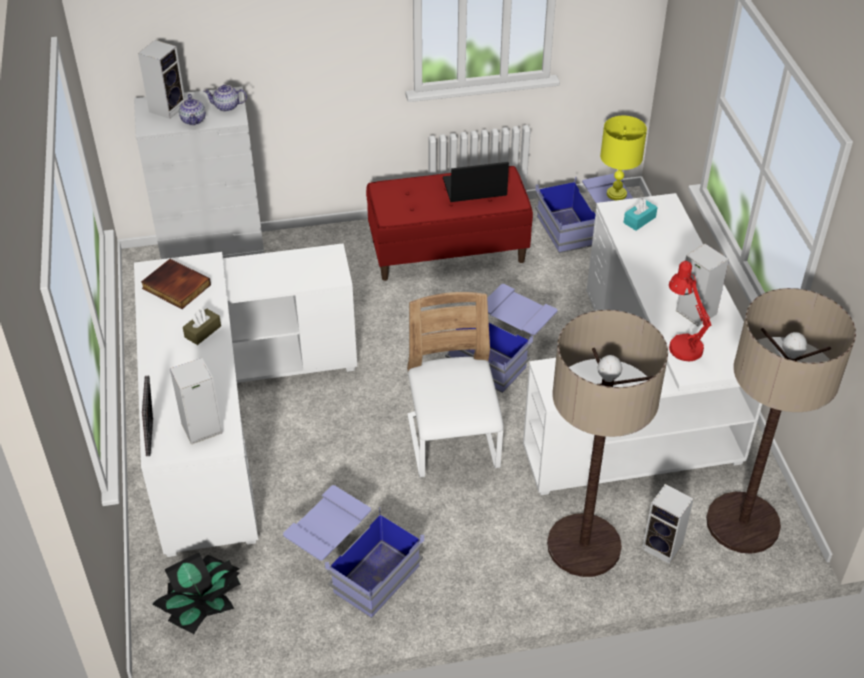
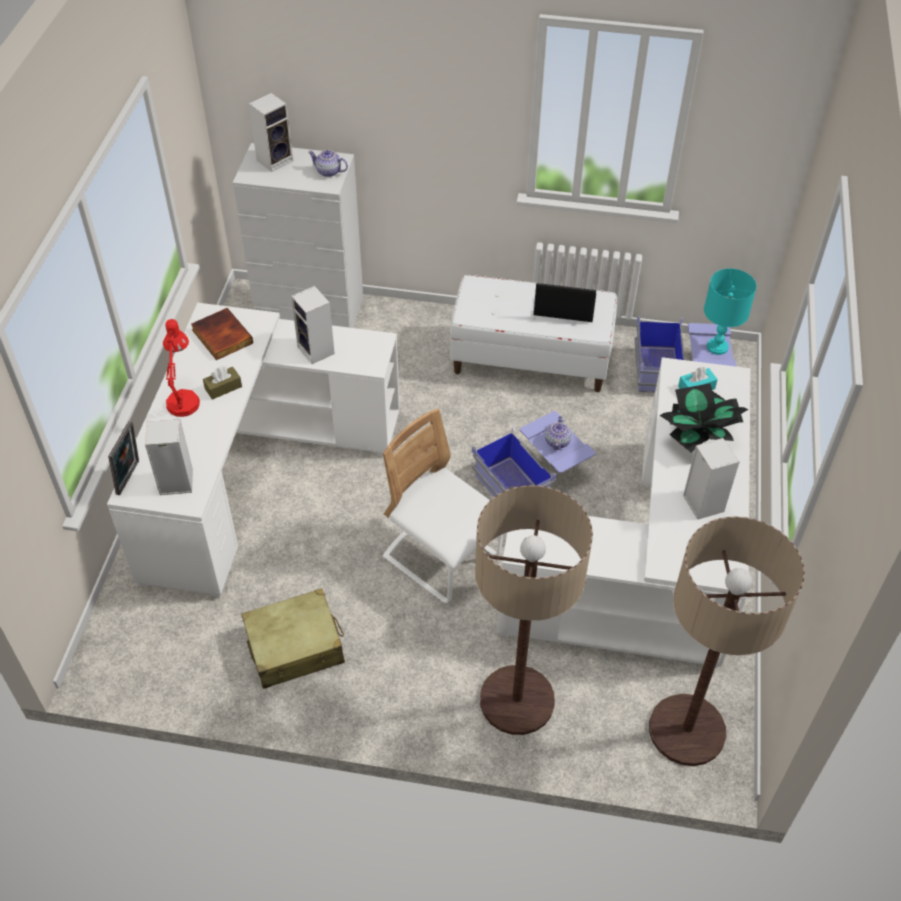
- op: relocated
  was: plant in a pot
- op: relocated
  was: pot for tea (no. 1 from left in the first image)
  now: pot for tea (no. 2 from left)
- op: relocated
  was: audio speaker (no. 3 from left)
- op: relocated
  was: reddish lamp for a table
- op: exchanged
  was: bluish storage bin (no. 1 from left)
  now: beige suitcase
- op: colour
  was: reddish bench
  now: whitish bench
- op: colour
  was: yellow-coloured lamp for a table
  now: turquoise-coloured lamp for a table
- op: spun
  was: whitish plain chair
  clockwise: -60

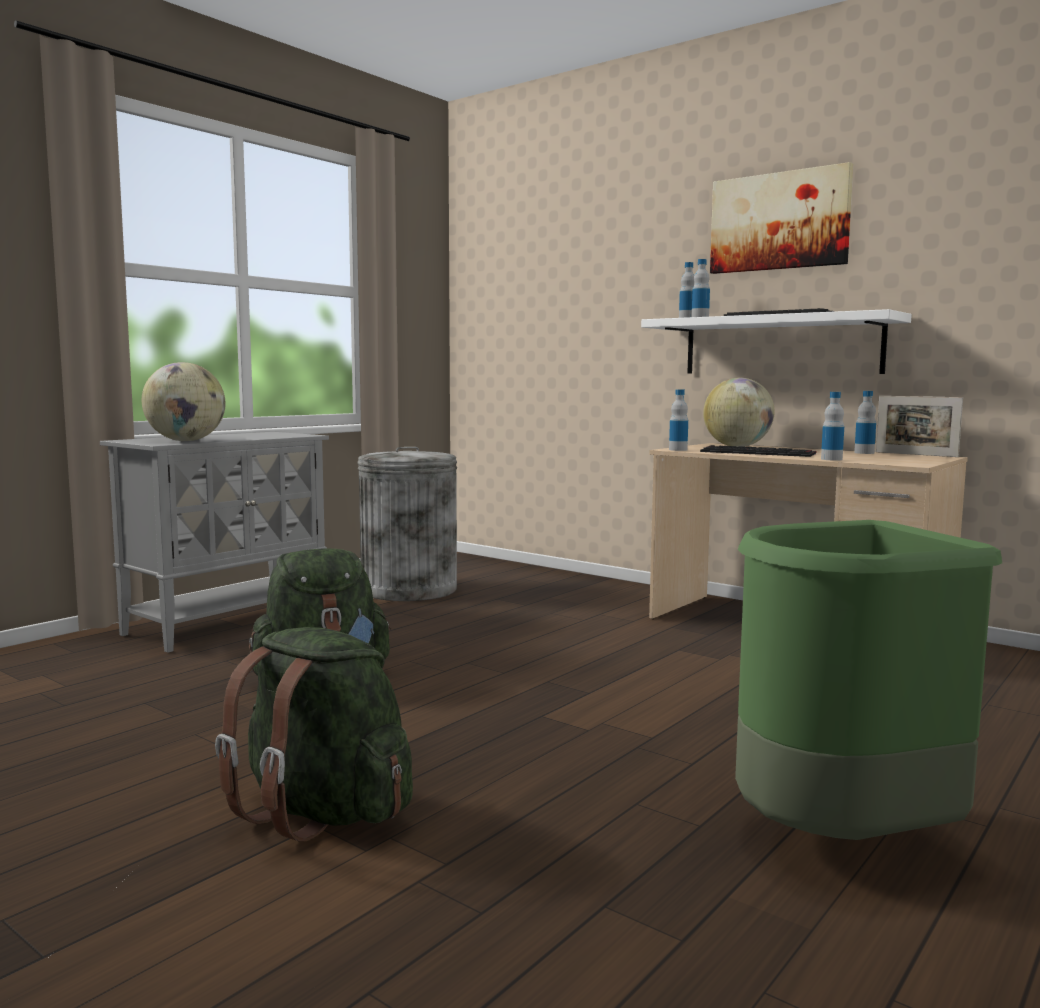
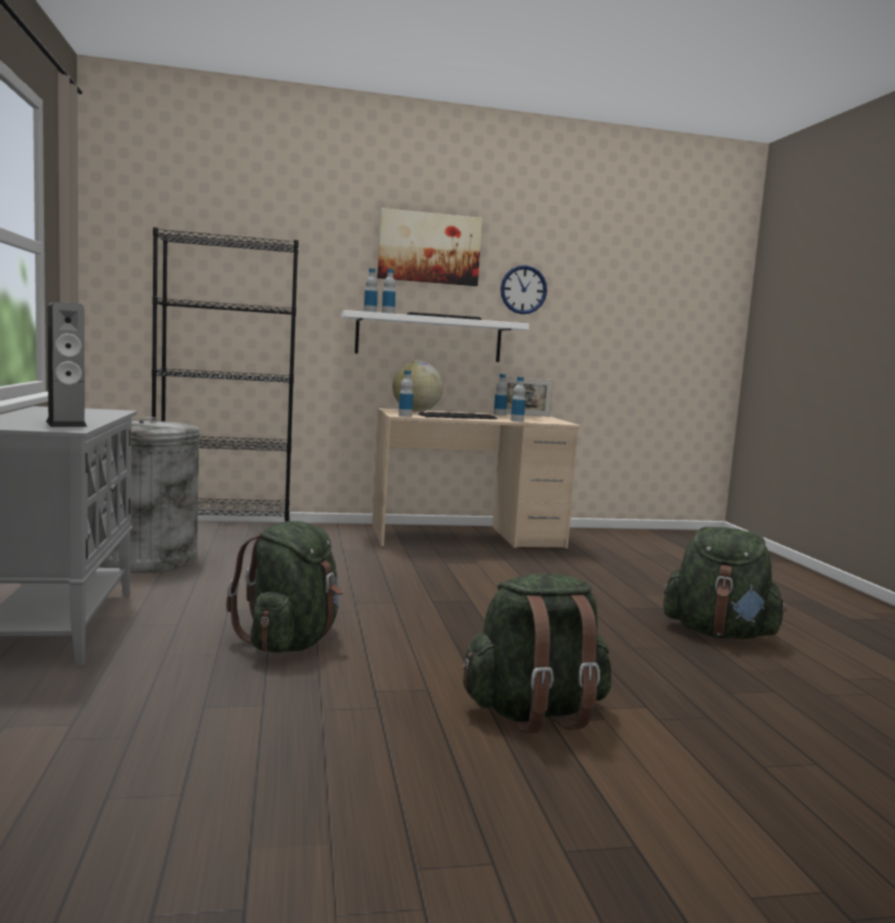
- op: appeared
  now: black bookshelf
- op: appeared
  now: hanging clock
- op: exchanged
  was: world globe (no. 1 from left)
  now: audio speaker
- op: exchanged
  was: green-coloured rubbish bin
  now: green-coloured rucksack (no. 3 from left)

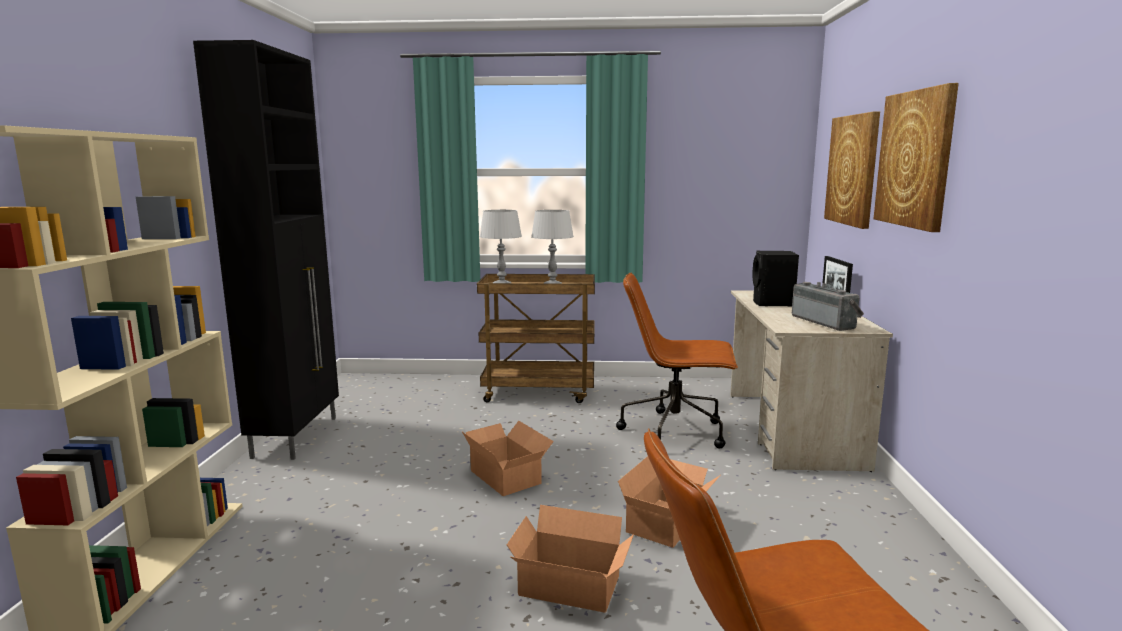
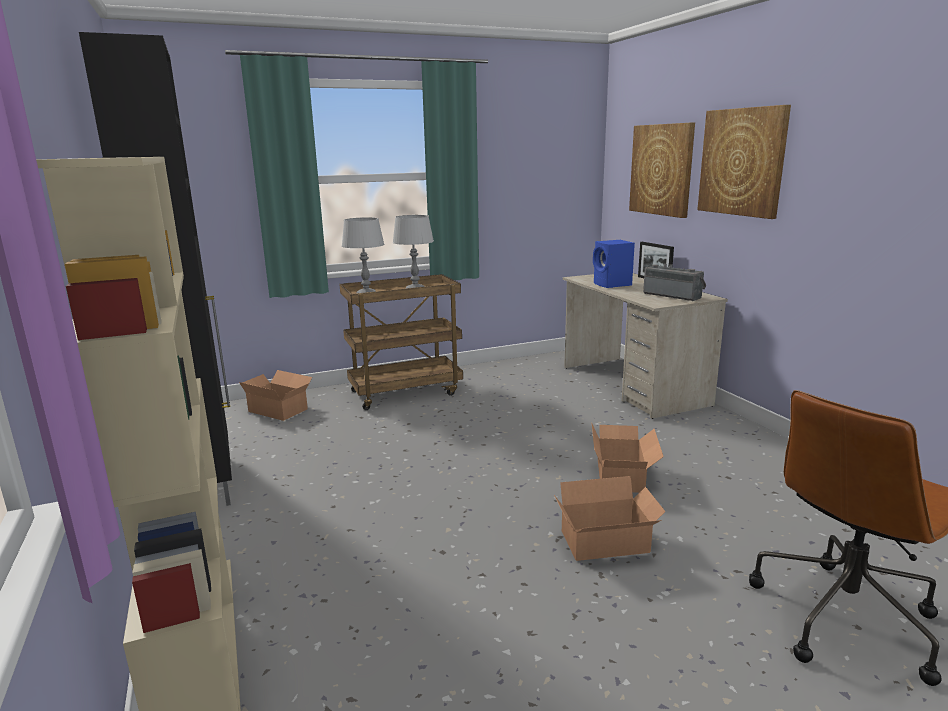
- op: missing
  was: brown-coloured desk chair (no. 1 from left)
- op: relocated
  was: cardboard box (no. 1 from left)
- op: colour
  was: black audio speaker
  now: bluish audio speaker

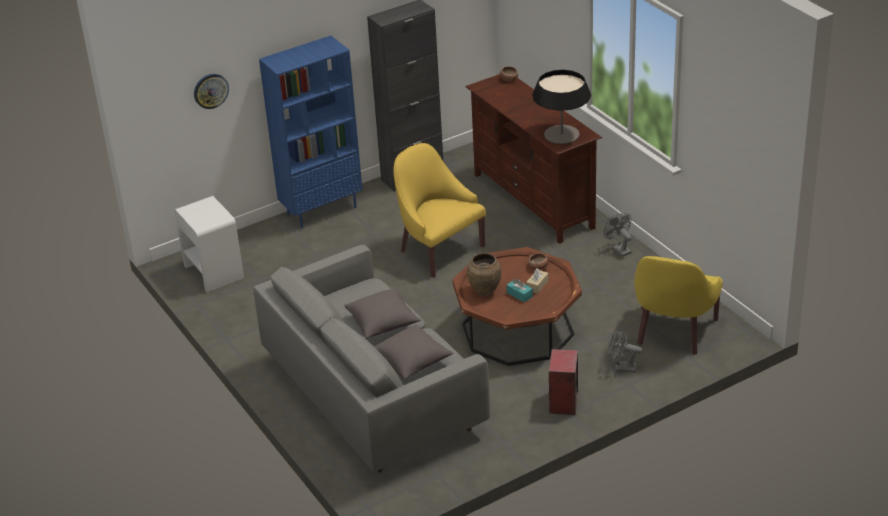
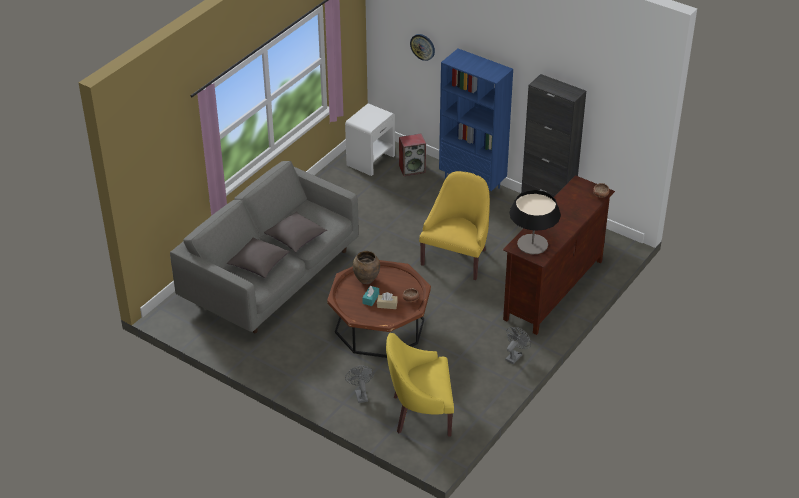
- op: relocated
  was: audio speaker

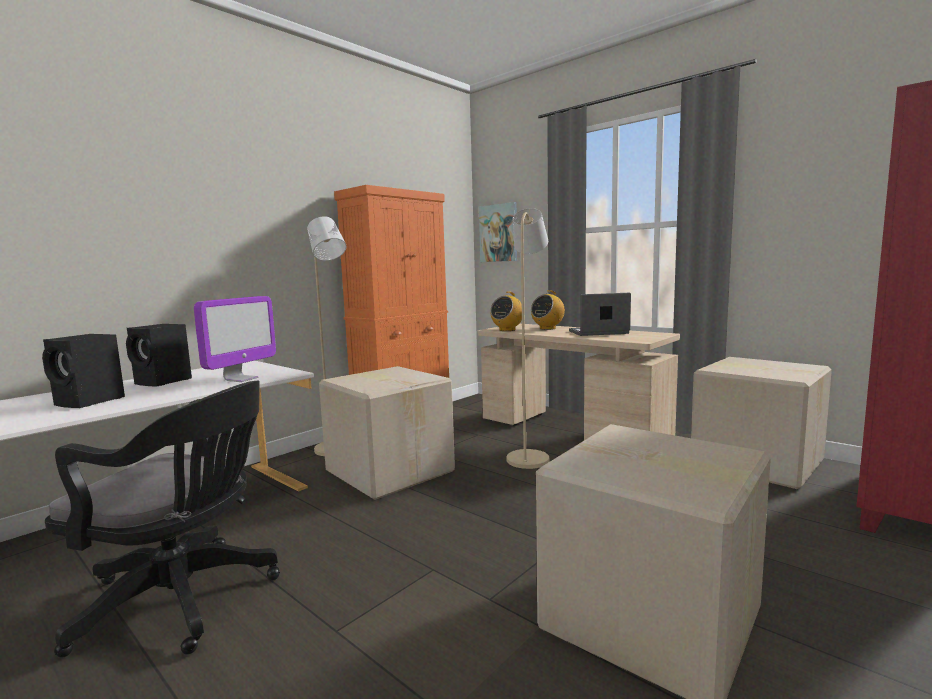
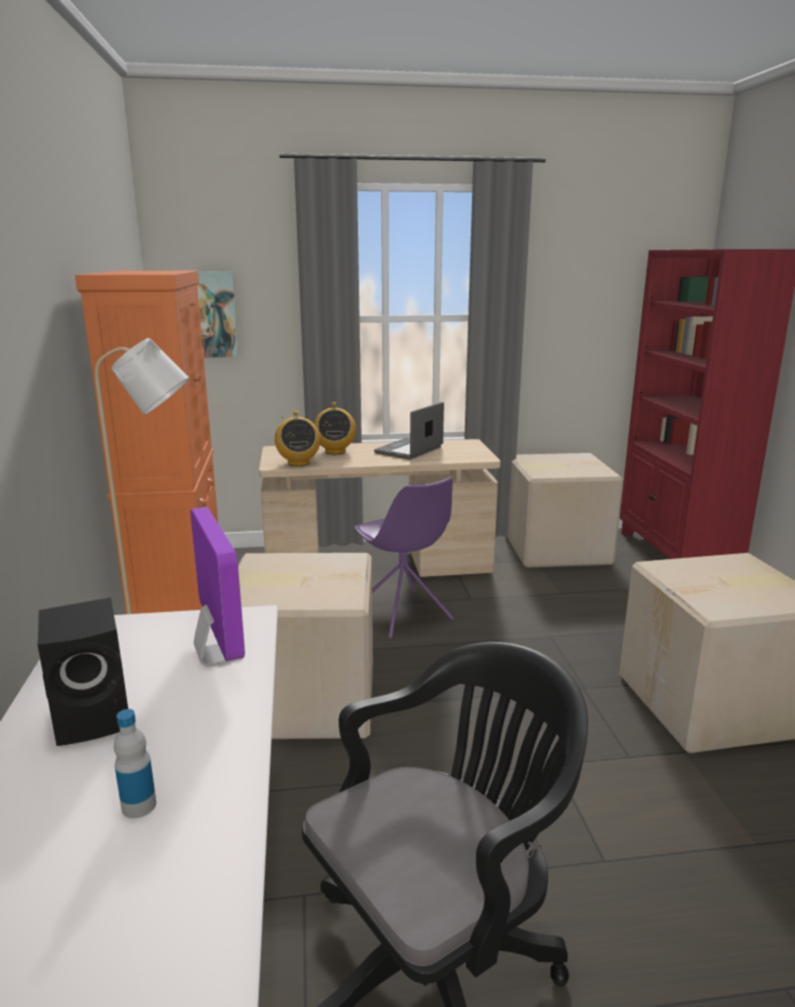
- op: exchanged
  was: black audio speaker (no. 1 from left)
  now: beverage bottle
- op: exchanged
  was: beige standing lamp (no. 2 from left)
  now: purple-coloured plain chair

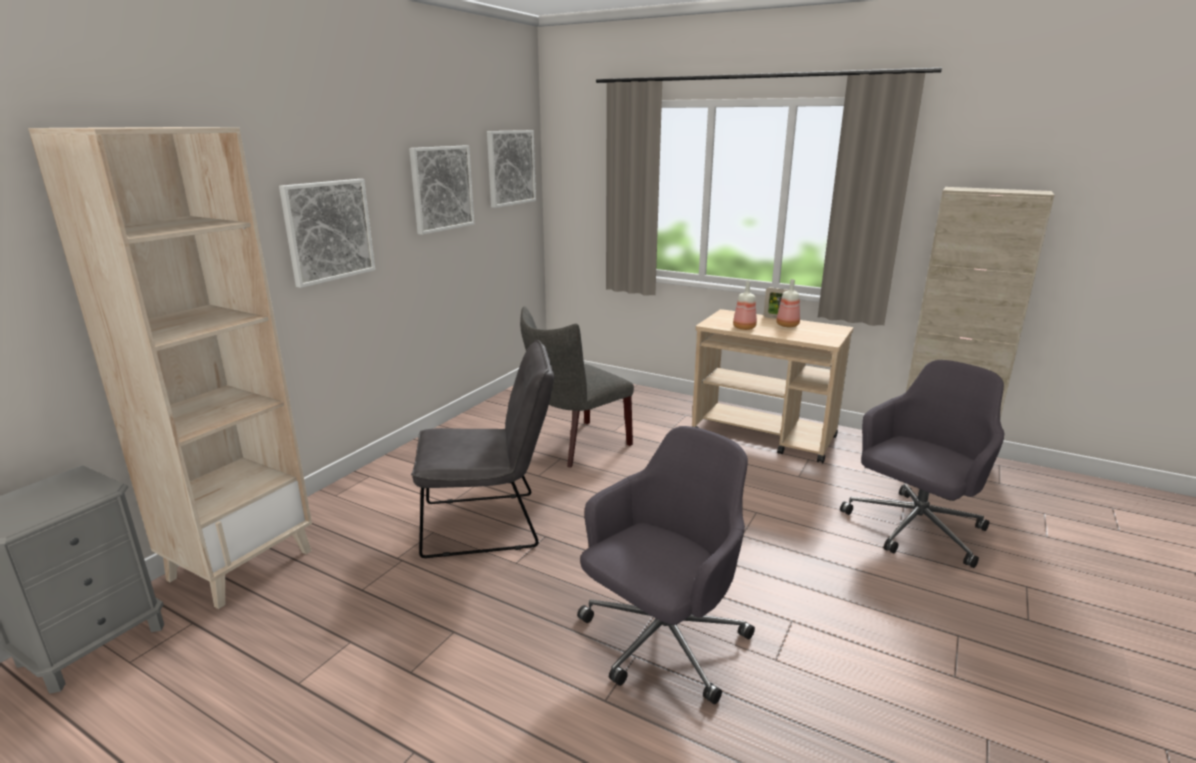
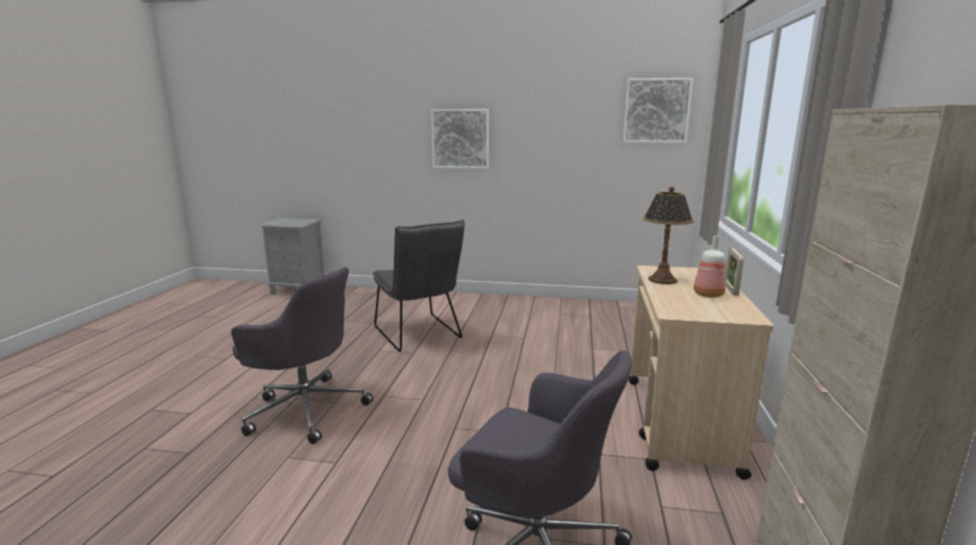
- op: missing
  was: beige bookshelf
- op: missing
  was: picture (no. 2 from left)
- op: missing
  was: gray plain chair (no. 2 from left)
- op: exchanged
  was: beverage bottle (no. 1 from left)
  now: lamp for a table

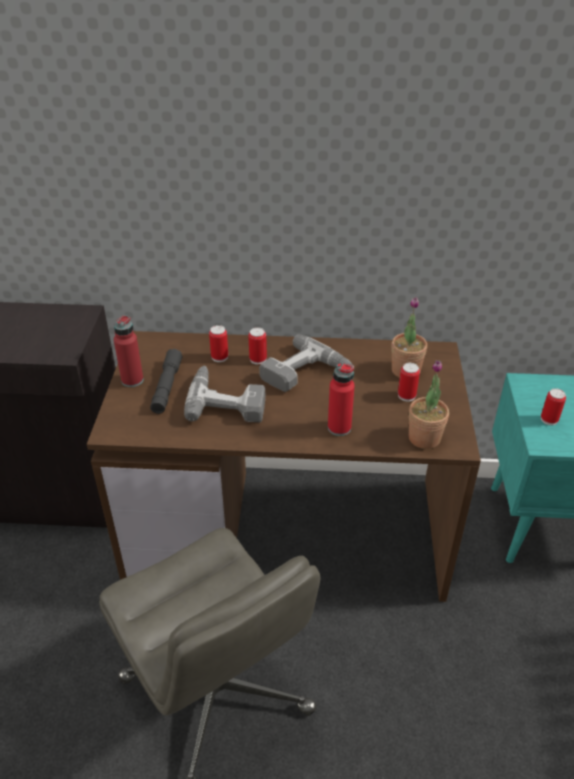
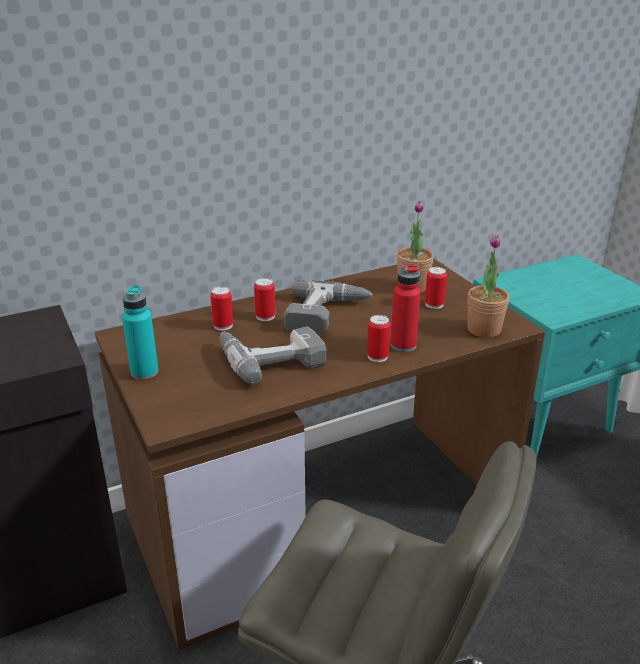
- op: missing
  was: gray torch
- op: relocated
  was: sealed can (no. 4 from left in the first image)
  now: sealed can (no. 3 from left)
- op: colour
  was: reddish beverage bottle (no. 1 from left)
  now: turquoise-coloured beverage bottle

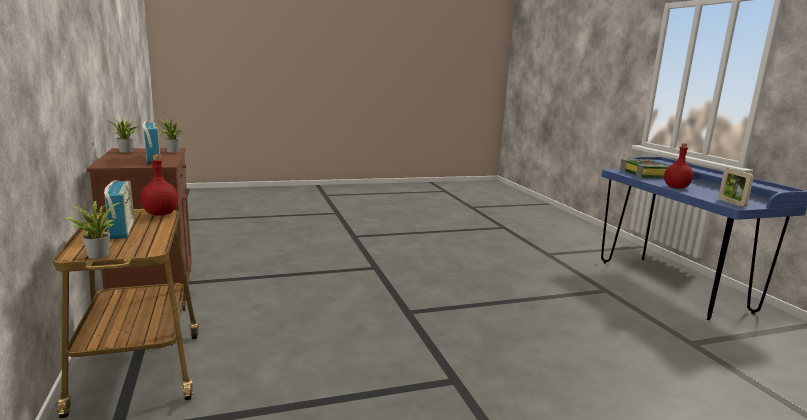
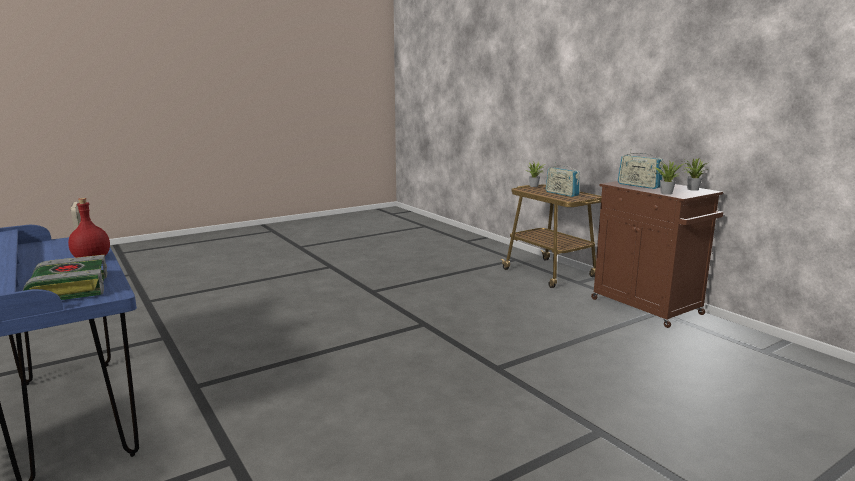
- op: missing
  was: reddish beverage bottle (no. 1 from left)

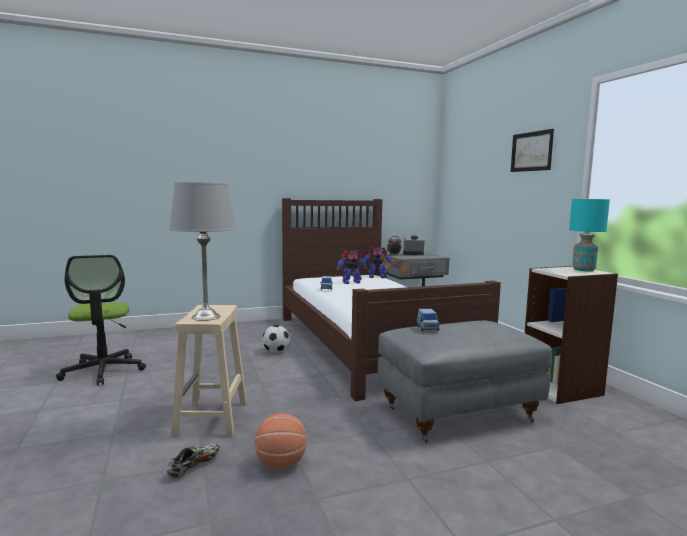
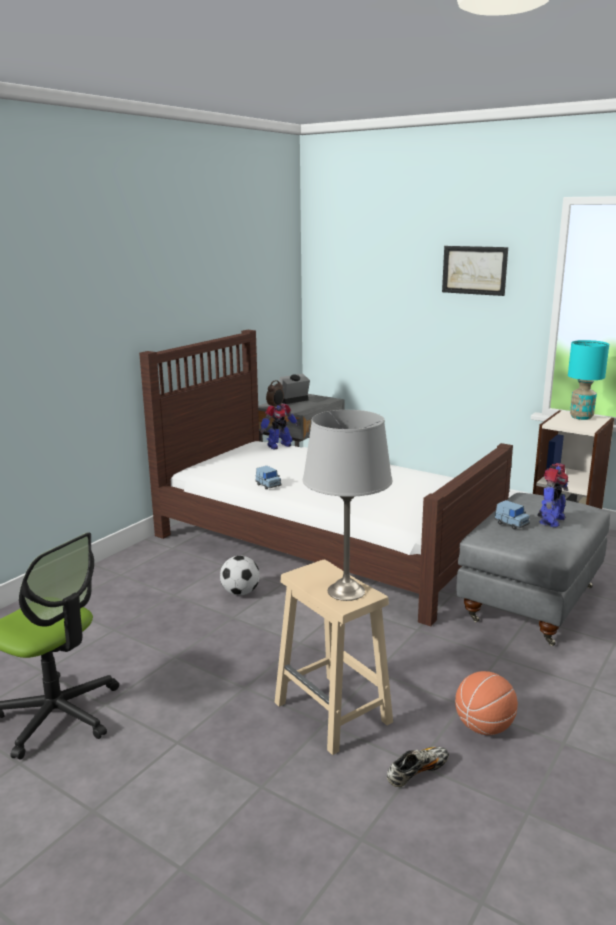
- op: relocated
  was: model robot (no. 1 from left in the first image)
  now: model robot (no. 2 from left)
- op: spun
  was: low shoe
  clockwise: 60

